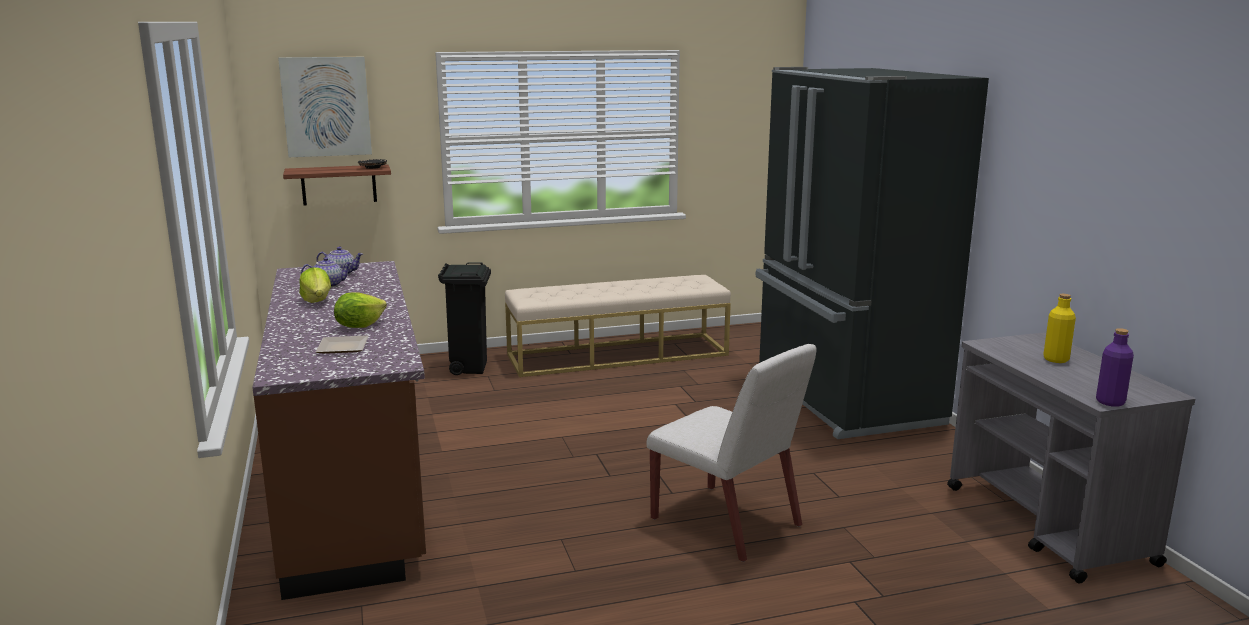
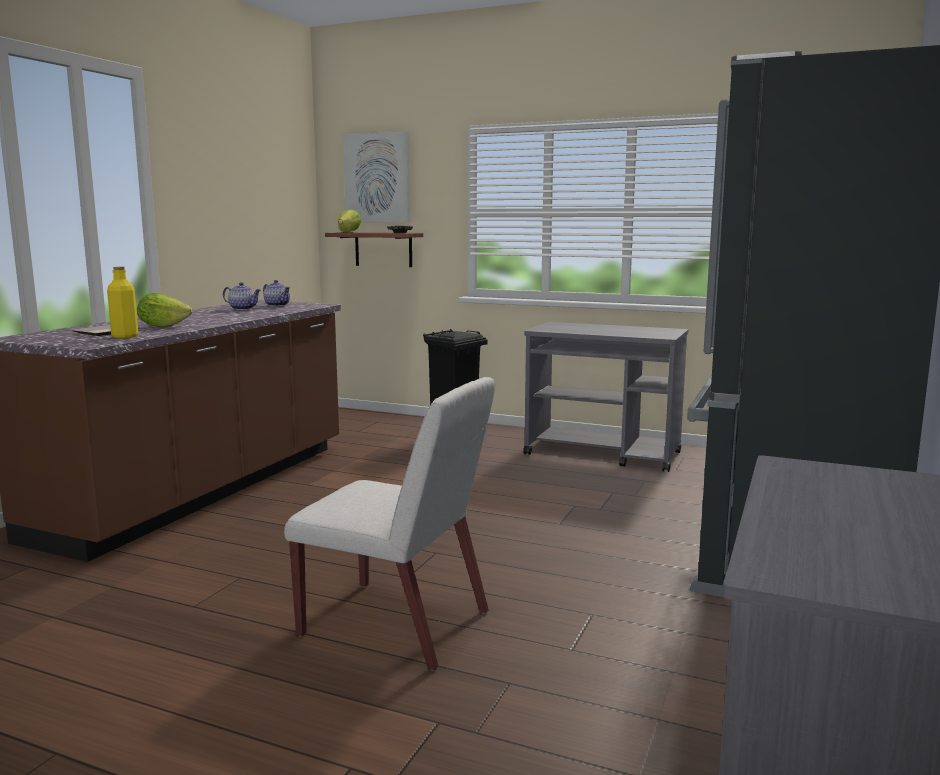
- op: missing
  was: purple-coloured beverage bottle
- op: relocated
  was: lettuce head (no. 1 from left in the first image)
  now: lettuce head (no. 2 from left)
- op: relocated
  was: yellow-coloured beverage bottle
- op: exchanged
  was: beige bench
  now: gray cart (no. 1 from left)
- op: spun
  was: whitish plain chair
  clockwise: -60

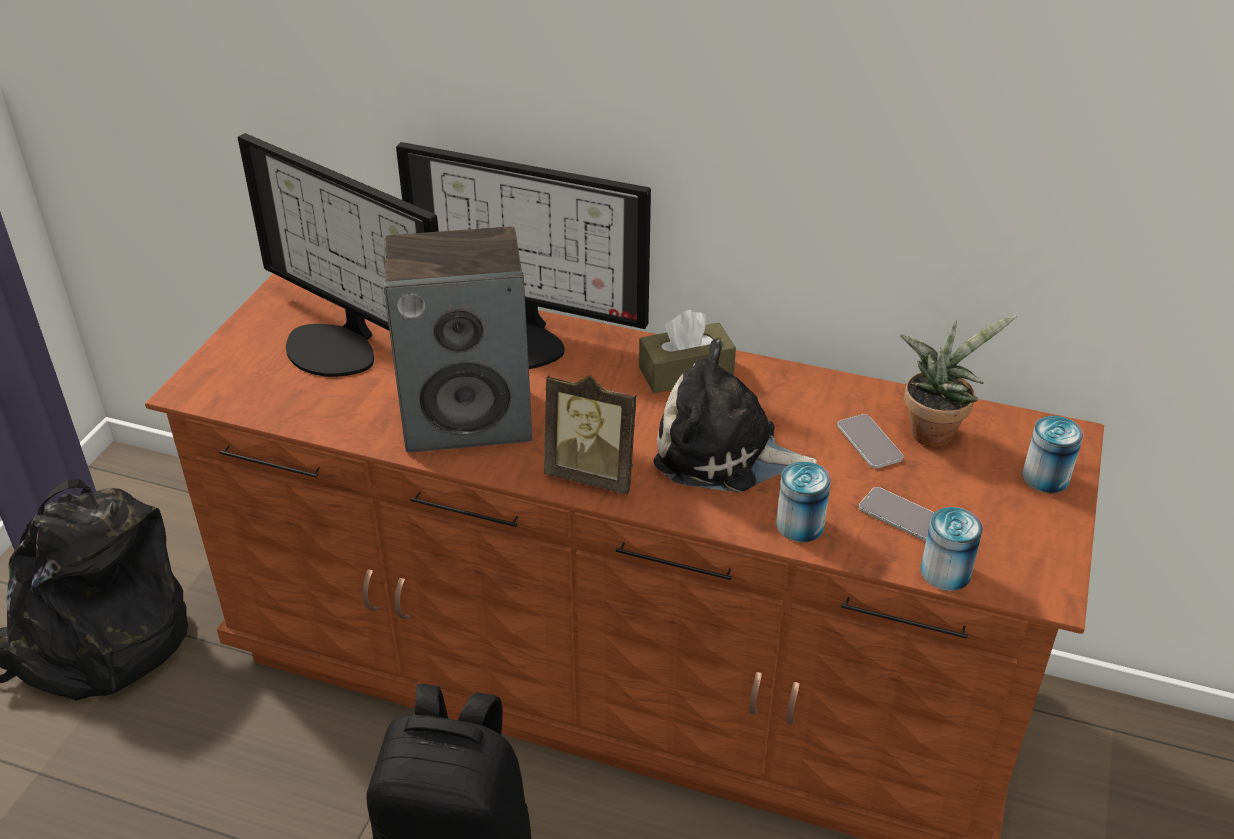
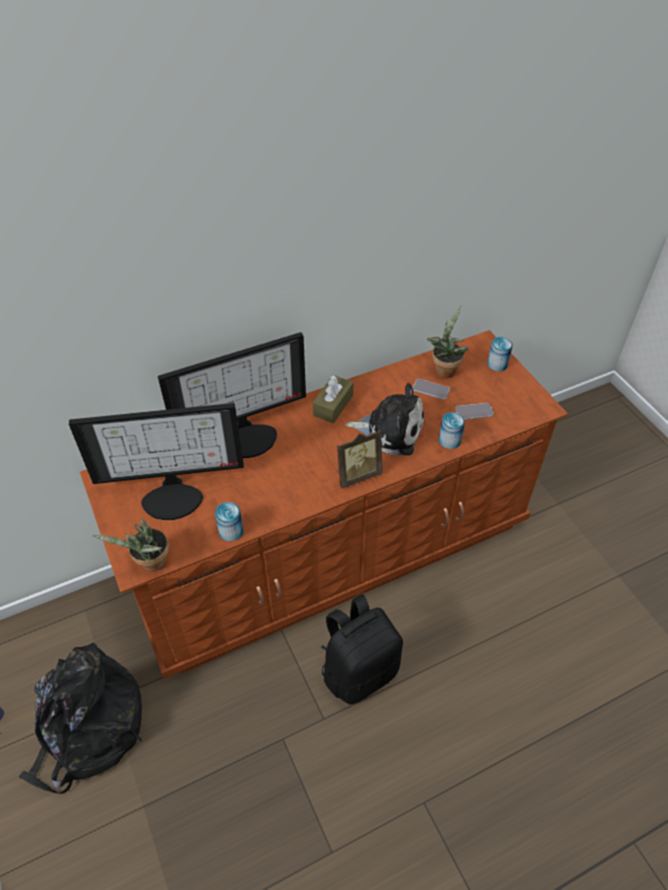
- op: missing
  was: audio speaker
- op: appeared
  now: plant in a pot (no. 1 from left)
- op: relocated
  was: sealed can (no. 2 from left in the first image)
  now: sealed can (no. 1 from left)
- op: spun
  was: soft toy
  clockwise: -135

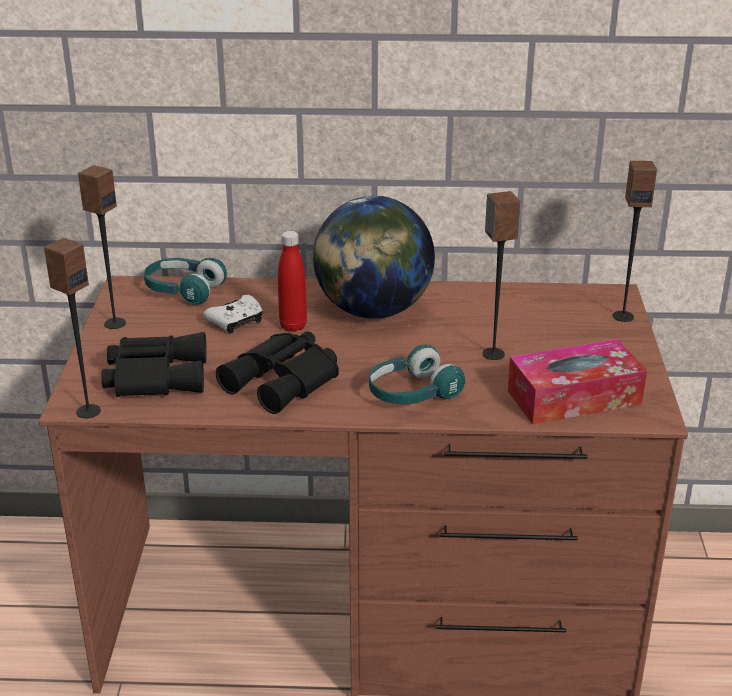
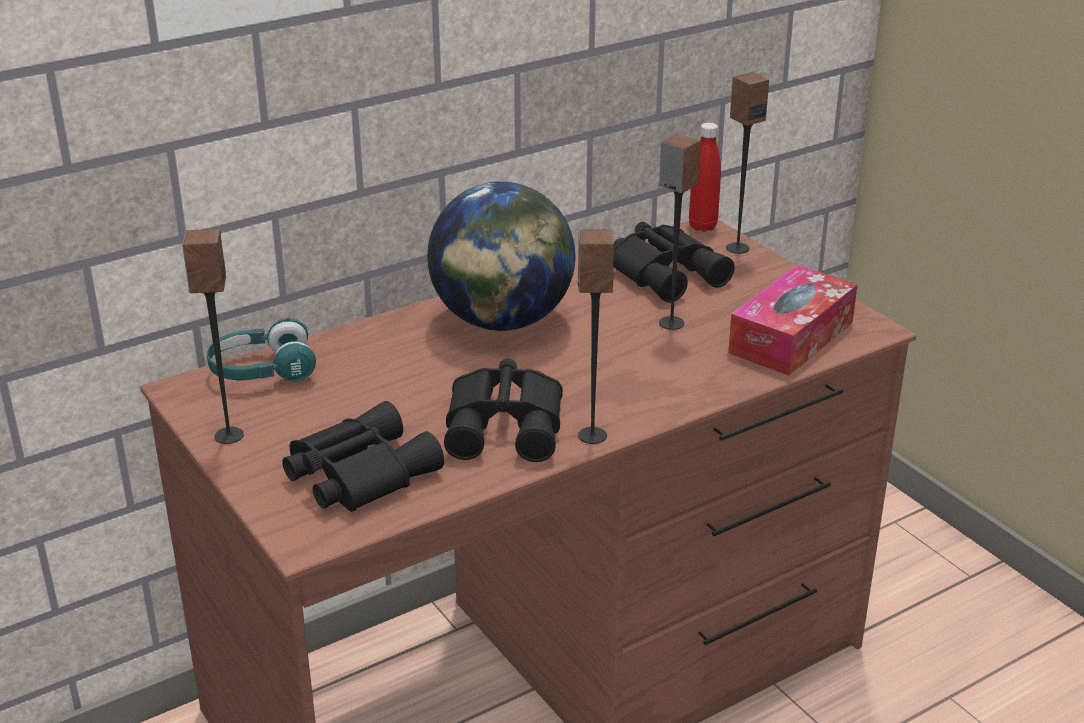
- op: missing
  was: whitish joypad
- op: missing
  was: turquoise-coloured headphones (no. 2 from left)
- op: appeared
  now: black pair of binoculars (no. 3 from left)
- op: relocated
  was: audio speaker (no. 1 from left in the first image)
  now: audio speaker (no. 2 from left)
- op: relocated
  was: reddish beverage bottle

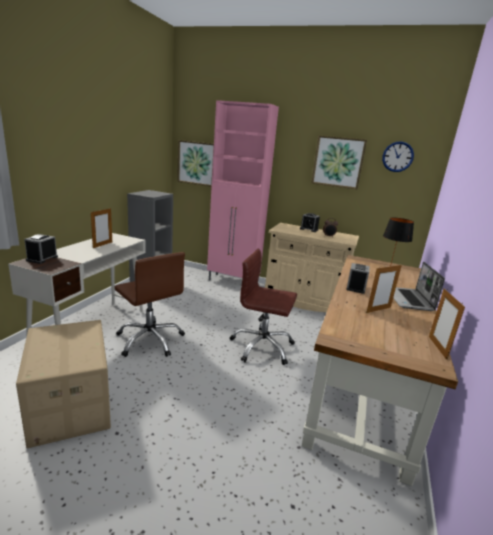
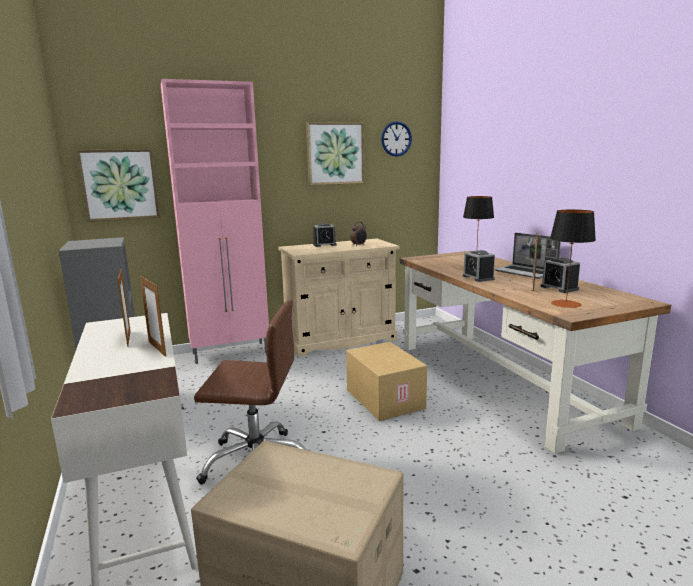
- op: appeared
  now: lamp for a table (no. 2 from left)
- op: relocated
  was: table clock (no. 1 from left in the first image)
  now: table clock (no. 4 from left)
- op: relocated
  was: standing frame (no. 3 from left in the first image)
  now: standing frame (no. 2 from left)
- op: exchanged
  was: brown-coloured desk chair (no. 2 from left)
  now: cardboard box (no. 2 from left)

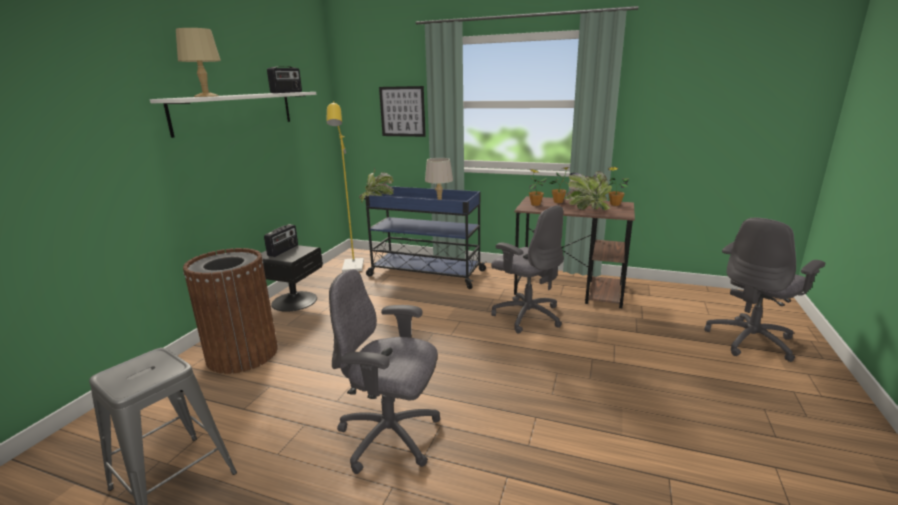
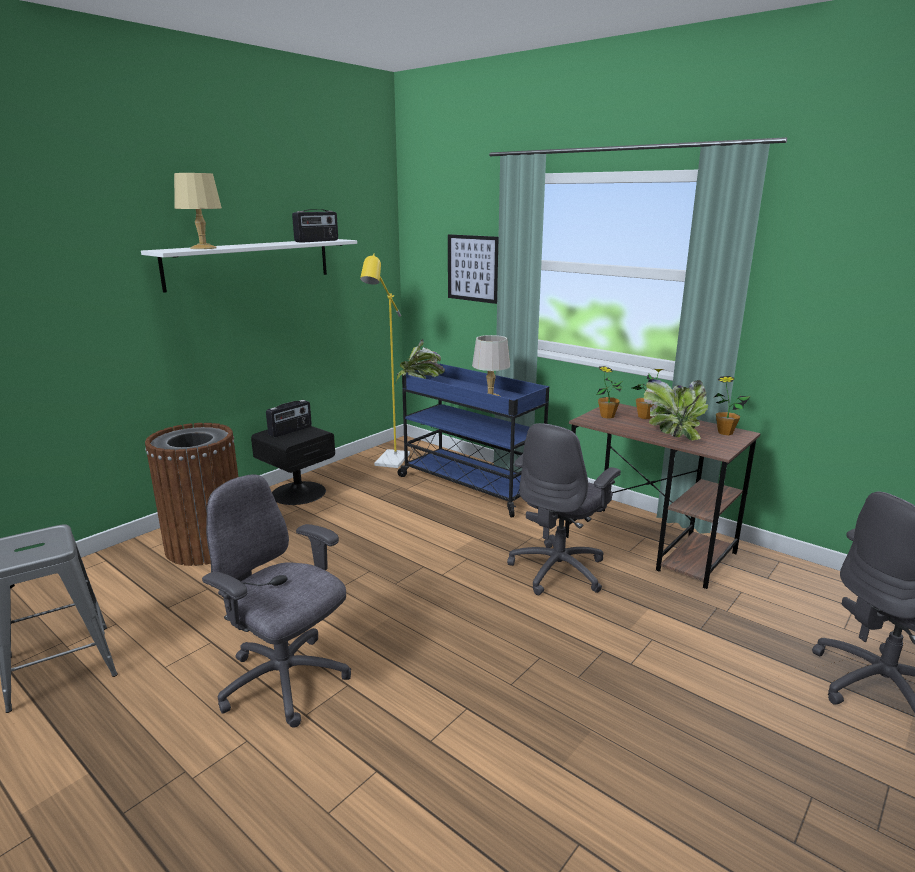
- op: spun
  was: gray desk chair (no. 2 from left)
  clockwise: 60

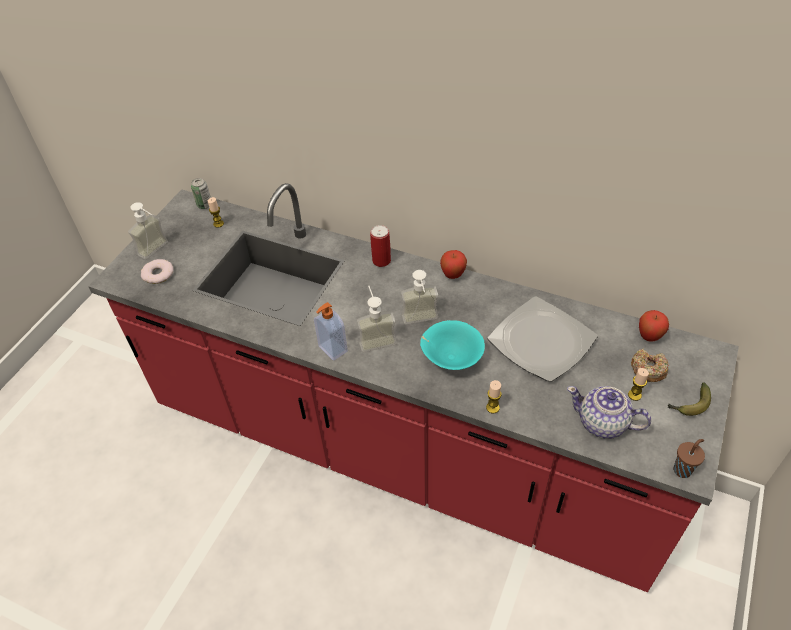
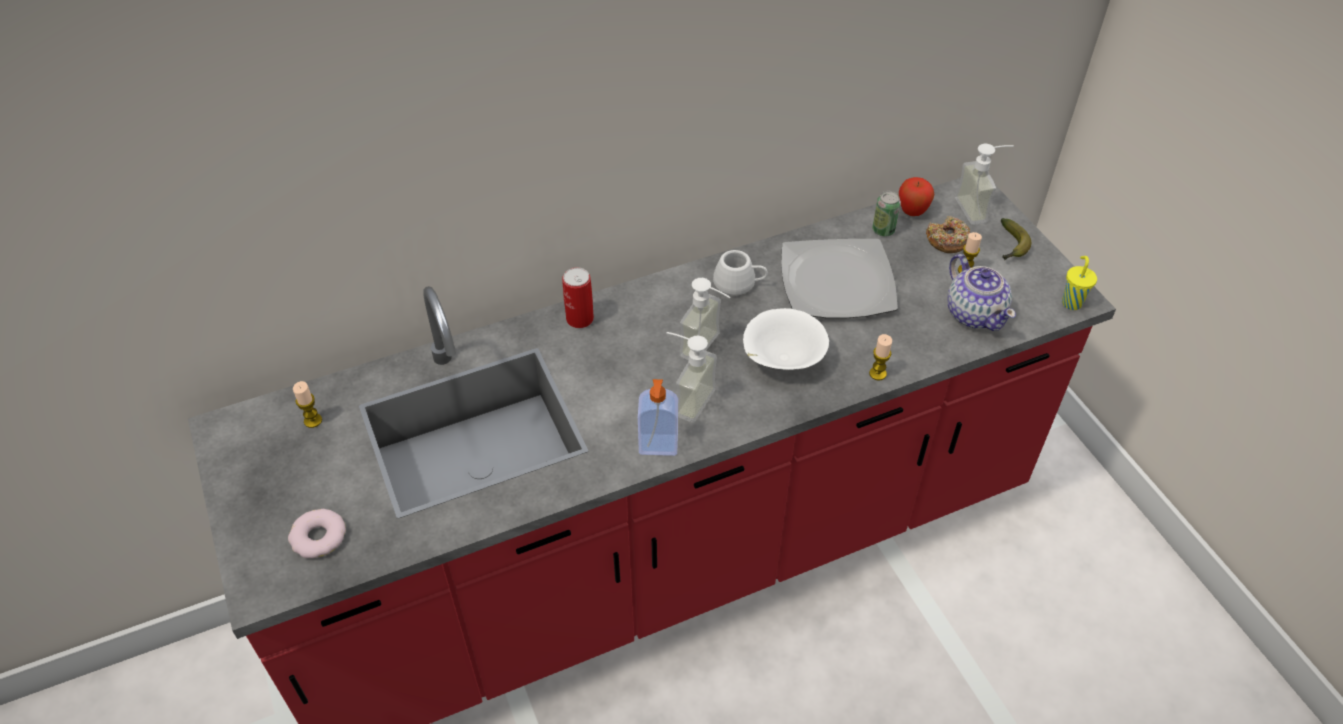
- op: missing
  was: apple fruit (no. 1 from left)
- op: appeared
  now: whitish tea mug
- op: relocated
  was: liquid soap bottle (no. 1 from left in the first image)
  now: liquid soap bottle (no. 4 from left)
- op: relocated
  was: sealed can (no. 1 from left in the first image)
  now: sealed can (no. 2 from left)
- op: colour
  was: turquoise-coloured serving bowl
  now: whitish serving bowl
- op: colour
  was: brown-coloured small cup
  now: yellow-coloured small cup
- op: spun
  was: pot for tea
  clockwise: -90

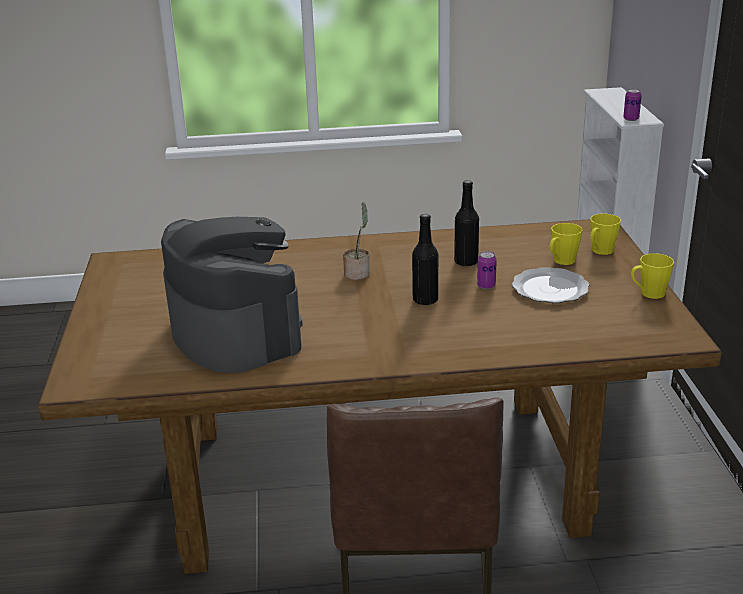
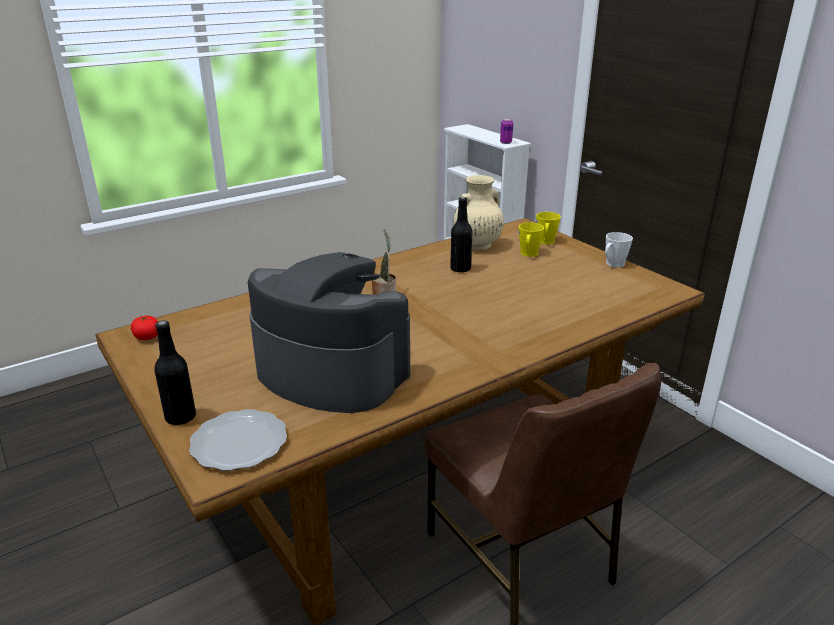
- op: missing
  was: sealed can (no. 1 from left)
- op: appeared
  now: tomato
- op: appeared
  now: beige decorative vase
- op: relocated
  was: black beverage bottle (no. 1 from left)
- op: relocated
  was: plate
- op: colour
  was: yellow-coloured tea mug (no. 3 from left)
  now: whitish tea mug

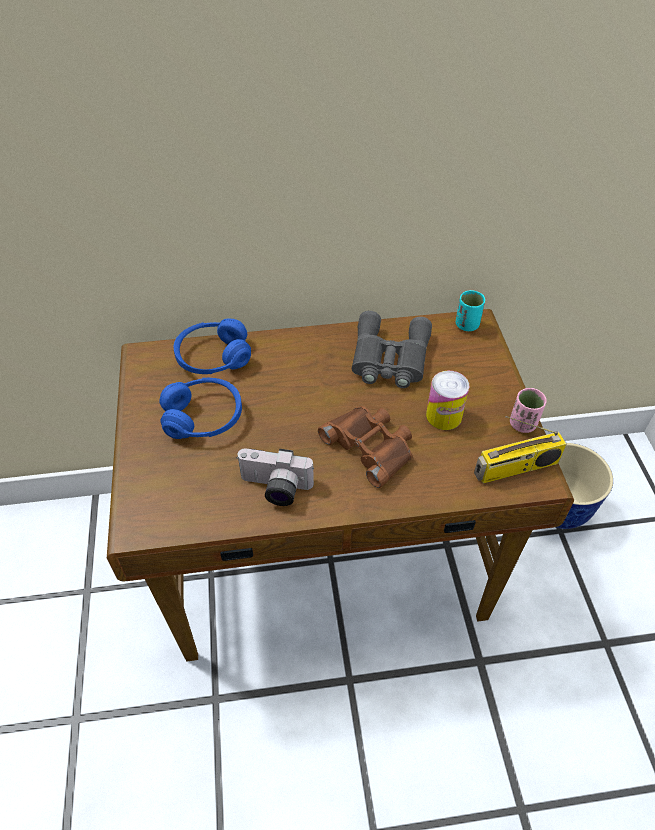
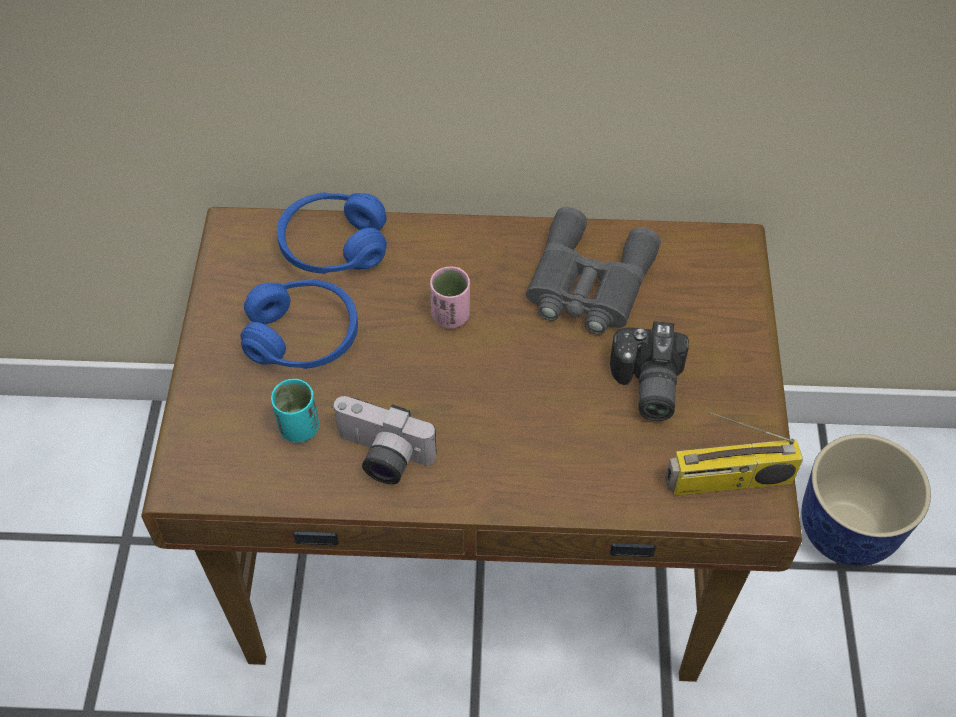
- op: missing
  was: brown-coloured pair of binoculars
- op: relocated
  was: turquoise-coloured small cup
- op: relocated
  was: pinkish small cup
- op: exchanged
  was: sealed can
  now: still camera (no. 2 from left)

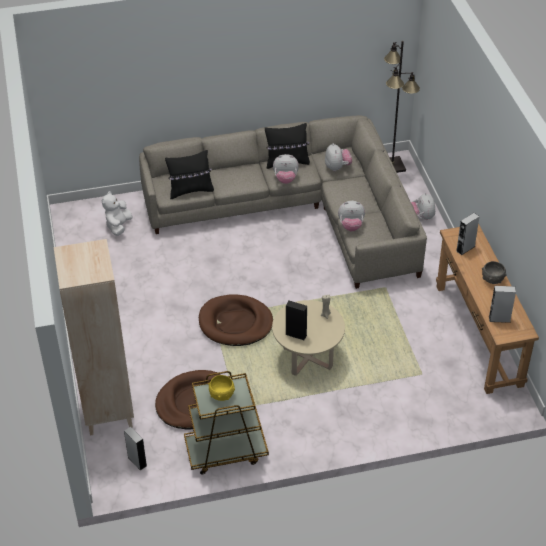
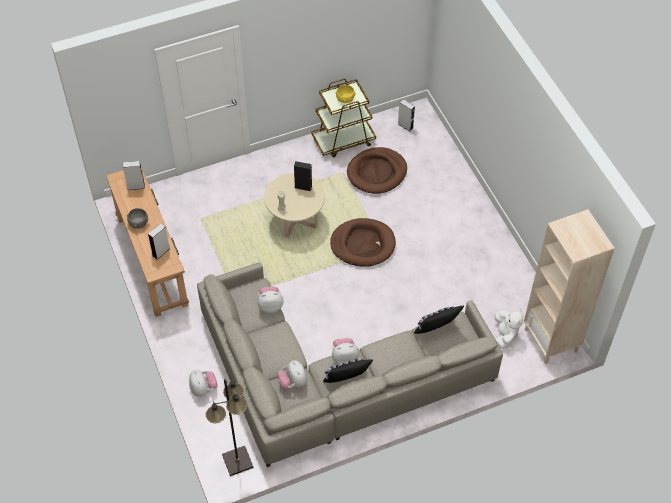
- op: relocated
  was: beige bookshelf

